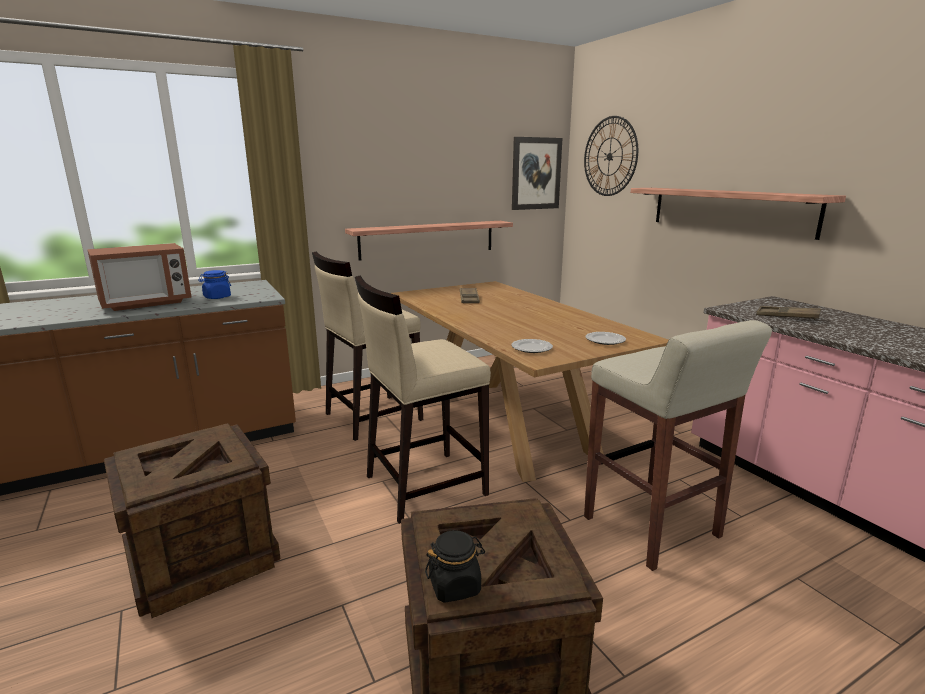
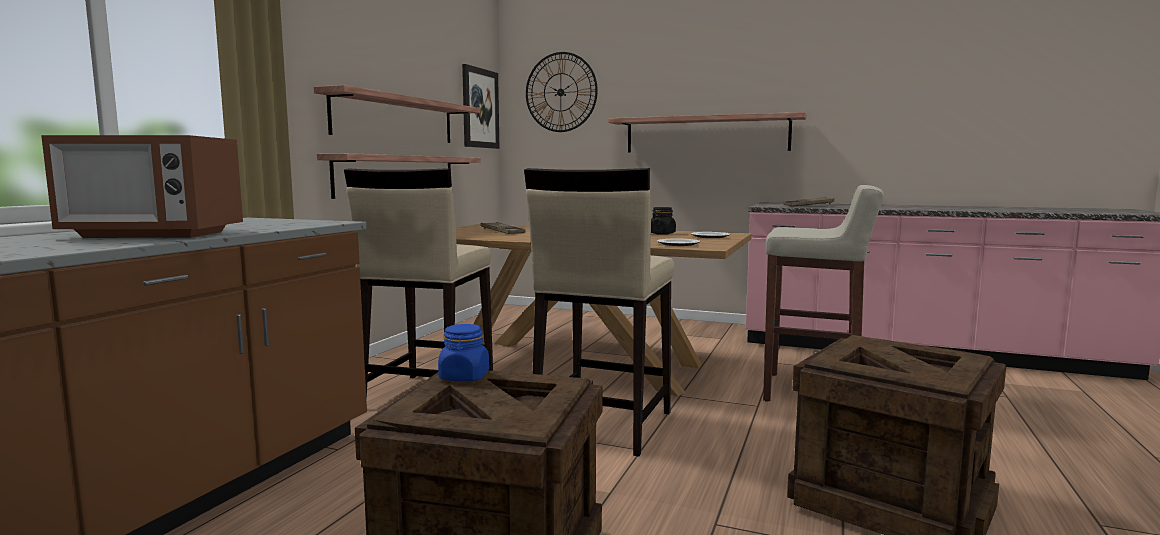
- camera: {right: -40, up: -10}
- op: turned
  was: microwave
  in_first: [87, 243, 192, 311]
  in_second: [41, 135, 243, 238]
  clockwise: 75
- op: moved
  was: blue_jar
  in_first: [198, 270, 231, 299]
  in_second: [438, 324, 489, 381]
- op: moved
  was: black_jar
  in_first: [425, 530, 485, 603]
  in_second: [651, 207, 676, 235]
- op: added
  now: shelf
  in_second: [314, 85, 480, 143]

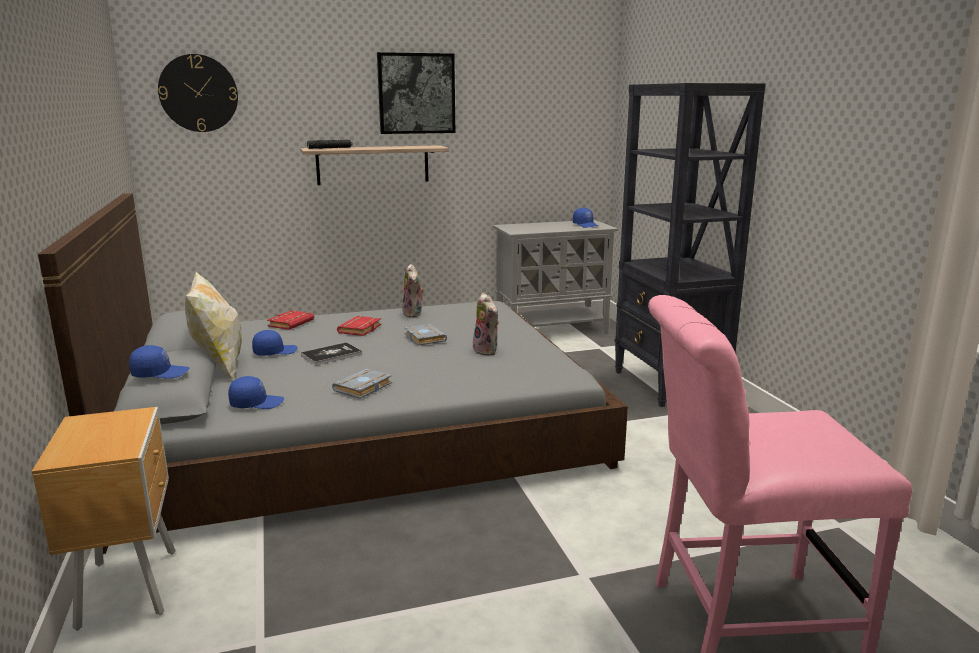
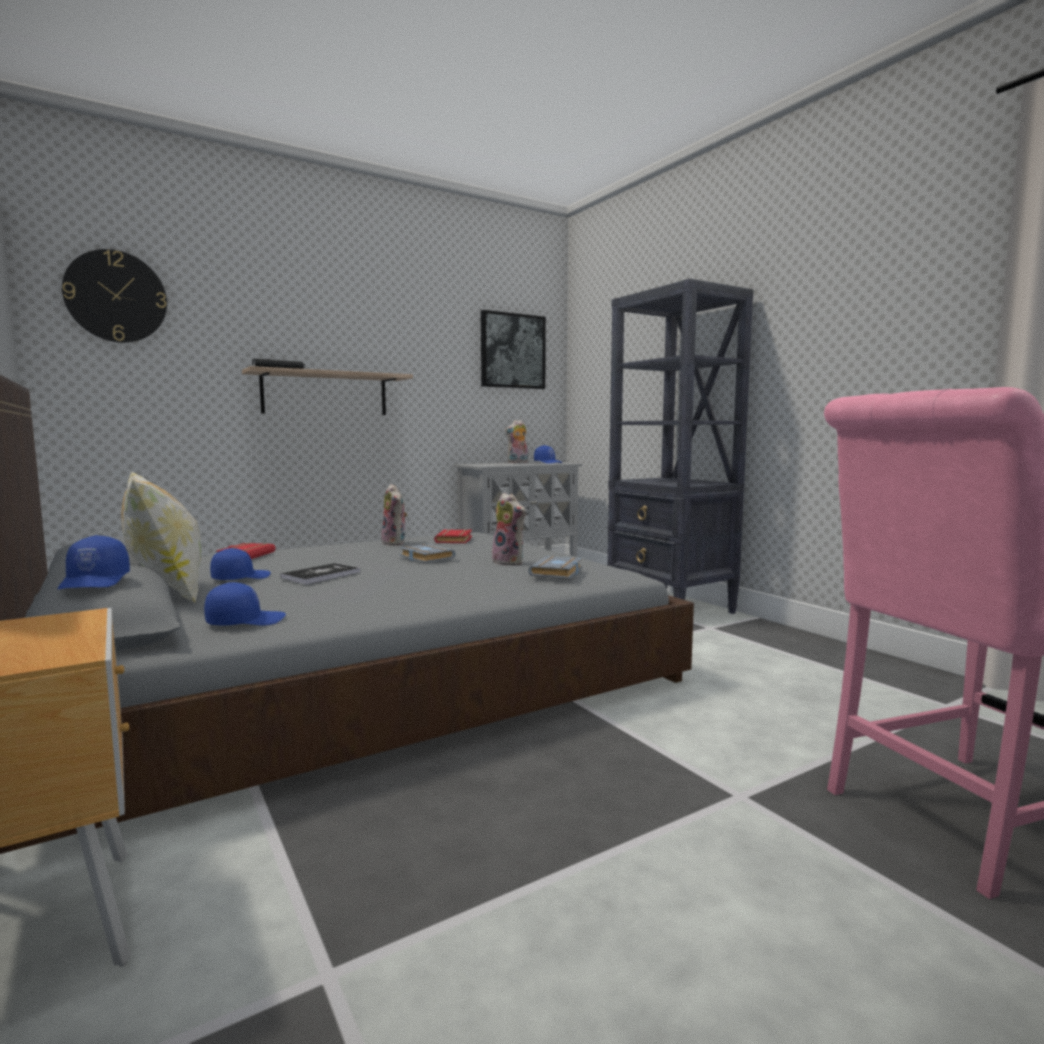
- camera: {right: -15, up: -10}
- op: moved
  was: picture
  in_first: [377, 52, 455, 134]
  in_second: [481, 310, 546, 389]
- op: moved
  was: red_book
  in_first: [337, 316, 382, 336]
  in_second: [434, 529, 472, 543]
- op: turned
  was: blue_cap
  in_first: [129, 345, 189, 379]
  in_second: [57, 535, 130, 589]
  clockwise: 105
- op: moved
  was: grey_book
  in_first: [332, 369, 392, 399]
  in_second: [528, 556, 583, 579]
- op: added
  now: plush_toy
  in_second: [505, 420, 528, 463]

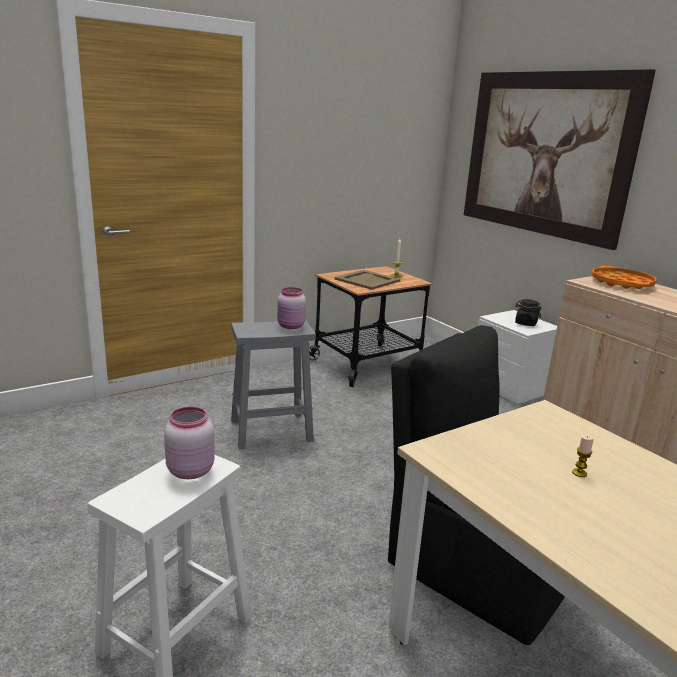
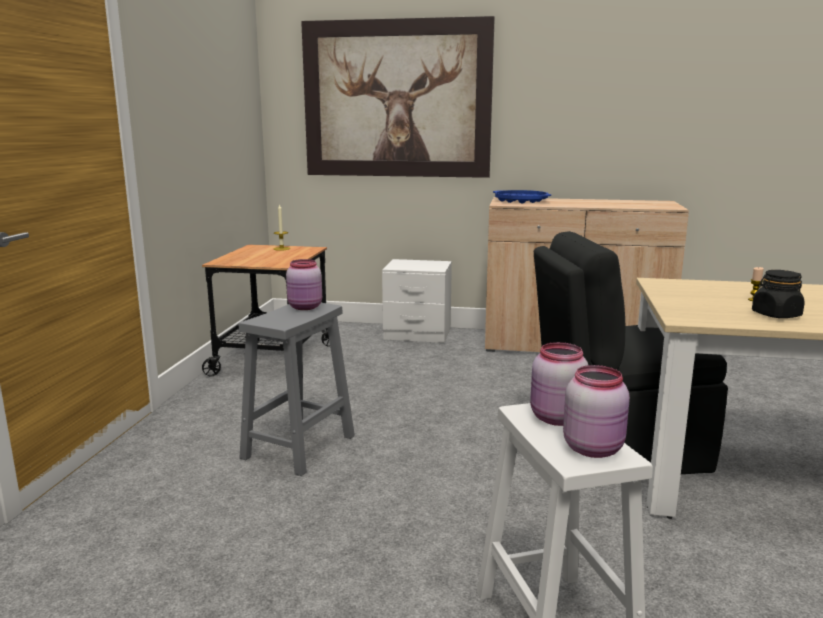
- camera: {right: -45, up: -5}
- op: recoloured
  was: orange_tray
  now: blue_tray
  in_first: [591, 266, 657, 289]
  in_second: [493, 190, 551, 203]
- op: removed
  was: beige_tray
  in_first: [334, 270, 400, 290]
- op: moved
  was: black_jar
  in_first: [515, 299, 542, 326]
  in_second: [752, 270, 805, 318]
- op: added
  now: pink_jar
  in_second: [563, 365, 630, 458]

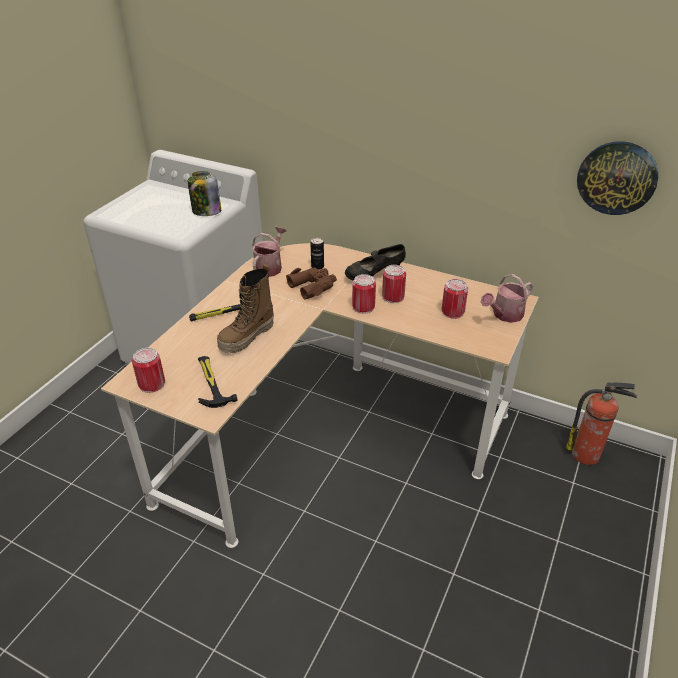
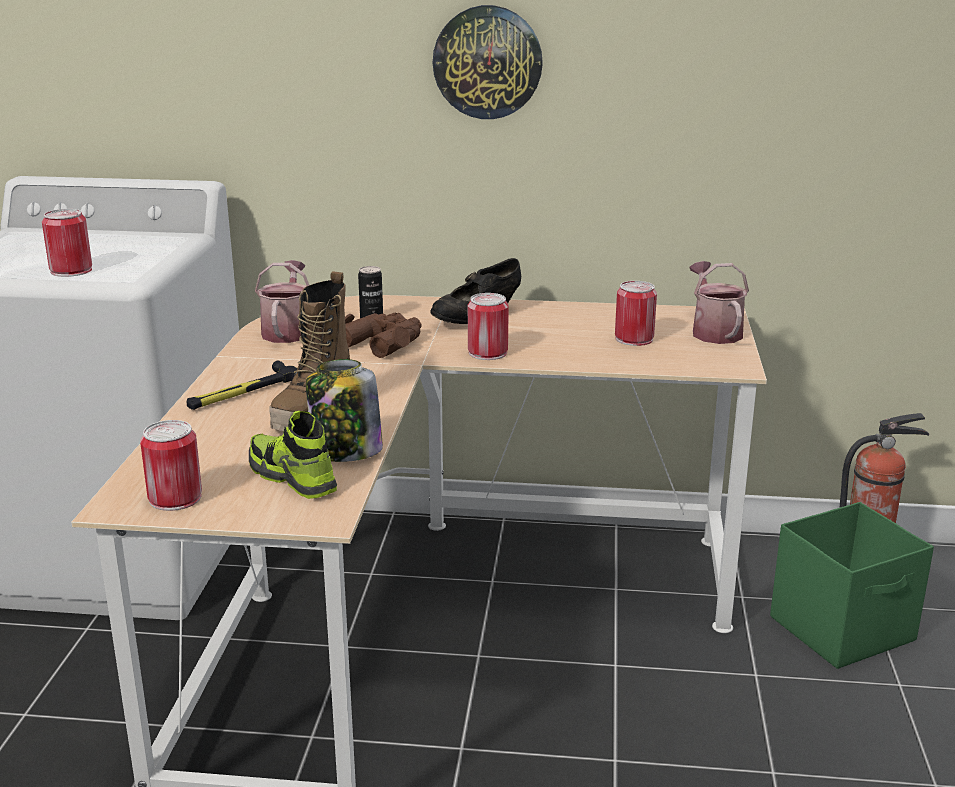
- camera: {right: -20, up: -15}
- op: moved
  was: wall_clock
  in_first: [577, 141, 658, 215]
  in_second: [433, 5, 543, 119]
- op: moved
  was: jar
  in_first: [188, 171, 221, 216]
  in_second: [306, 359, 383, 462]
- op: moved
  was: can
  in_first: [382, 265, 406, 303]
  in_second: [42, 209, 92, 277]
- op: turned
  was: watering_can
  in_first: [481, 274, 533, 323]
  in_second: [689, 261, 749, 344]
  clockwise: 135
- op: replaced
  was: hammer
  now: shoe
  in_first: [198, 356, 238, 408]
  in_second: [249, 411, 337, 499]
- op: added
  now: green_storage_box
  in_second: [770, 502, 934, 669]

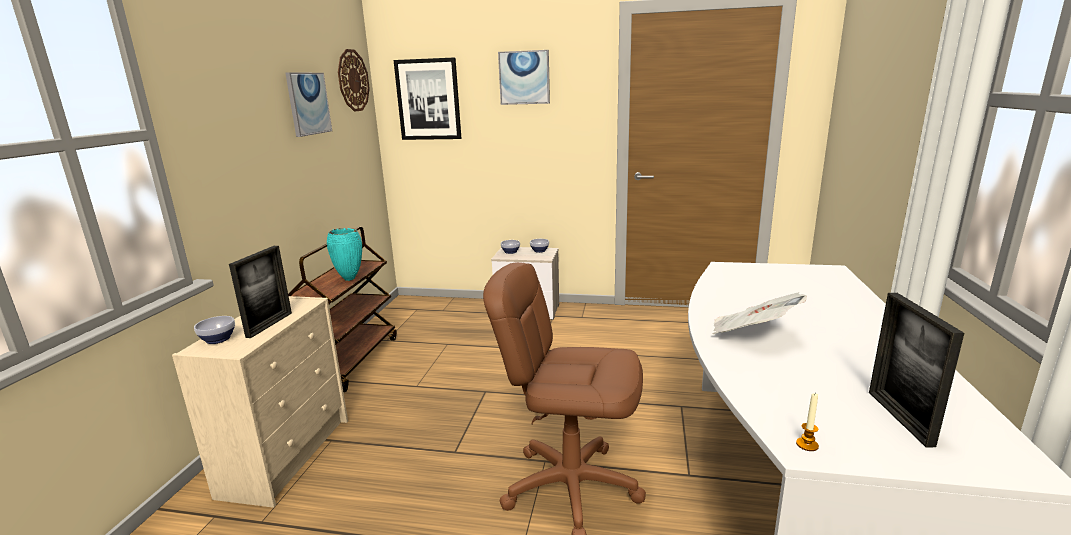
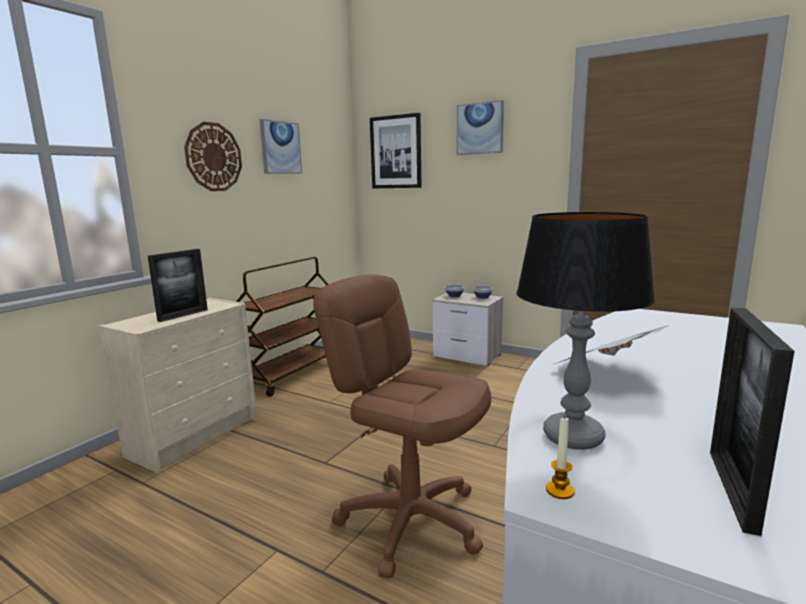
- camera: {right: 20, up: -5}
- op: moved
  was: wall_clock
  in_first: [338, 49, 370, 112]
  in_second: [184, 122, 242, 191]
- op: removed
  was: turquoise_vase
  in_first: [327, 228, 362, 281]
- op: removed
  was: bowl
  in_first: [194, 316, 235, 344]
- op: added
  now: table_lamp
  in_second: [516, 212, 655, 450]

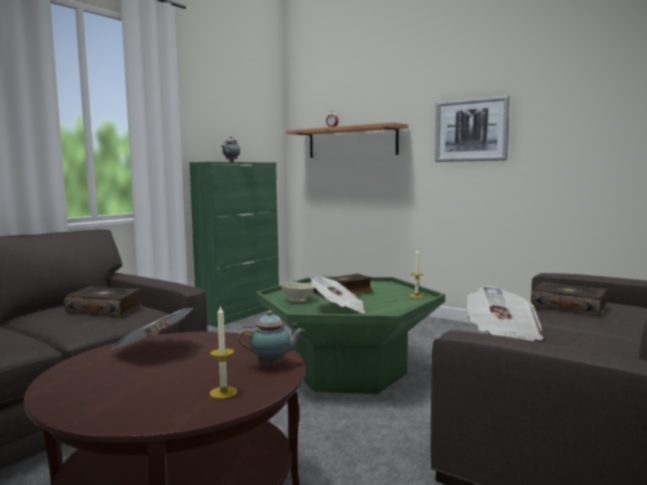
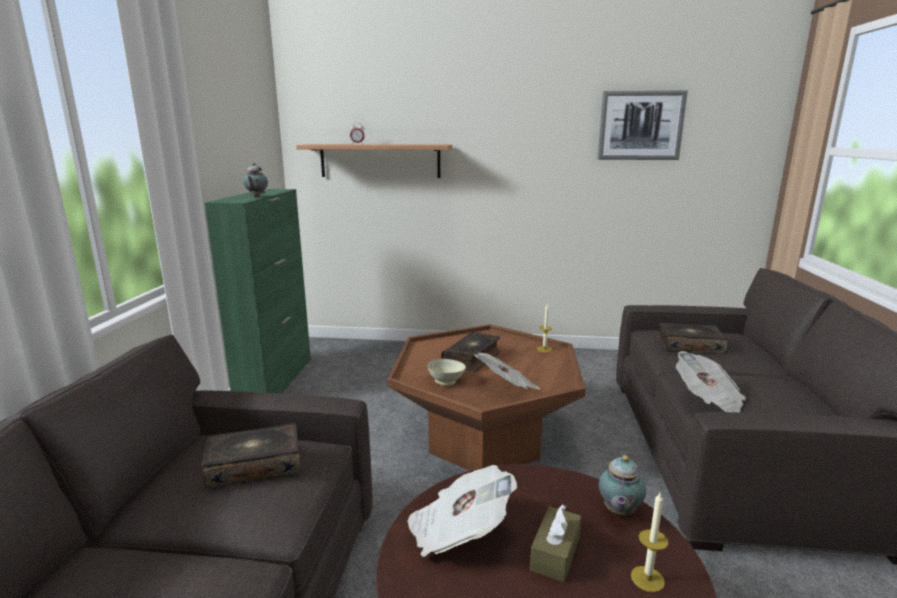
- camera: {right: -30, up: 10}
- op: moved
  was: picture
  in_first: [435, 95, 510, 162]
  in_second: [598, 90, 688, 160]
- op: recoloured
  was: green_coffee_table
  now: brown_coffee_table
  in_first: [256, 276, 445, 394]
  in_second: [388, 324, 586, 471]
- op: turned
  was: teapot
  in_first: [238, 311, 305, 366]
  in_second: [599, 454, 646, 515]
  clockwise: 150
- op: added
  now: brown_tissue_box
  in_second: [530, 505, 581, 582]

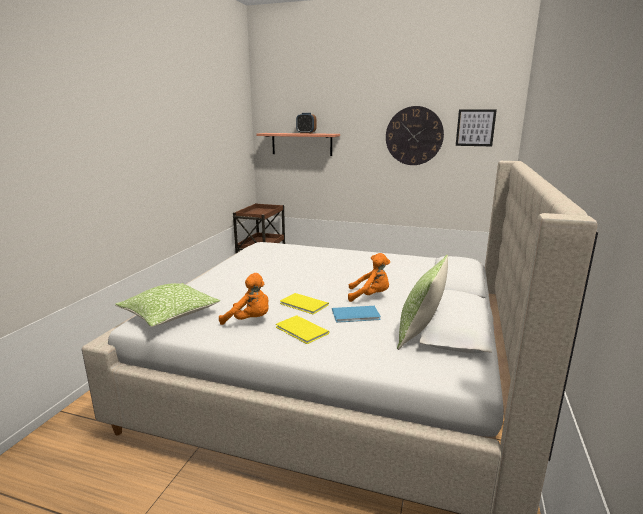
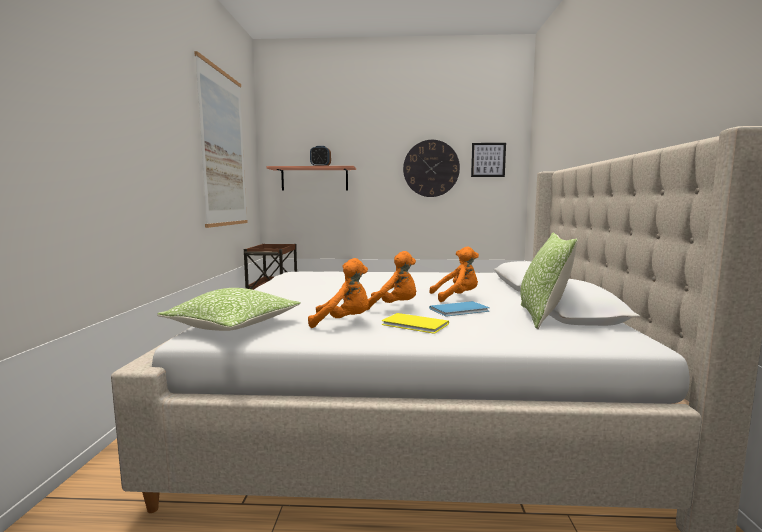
- camera: {right: -15, up: -10}
- op: replaced
  was: yellow_book
  now: orange_plush_toy
  in_first: [280, 293, 329, 314]
  in_second: [367, 251, 416, 310]
- op: added
  now: picture
  in_second: [194, 51, 247, 228]

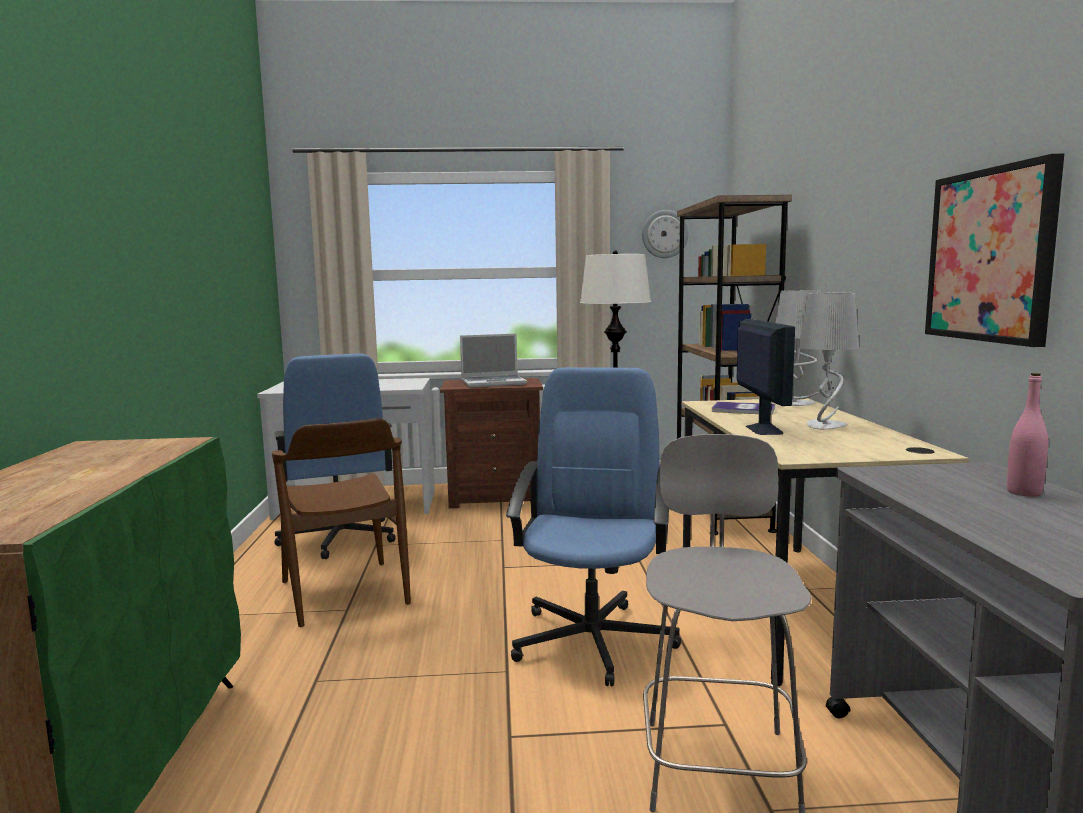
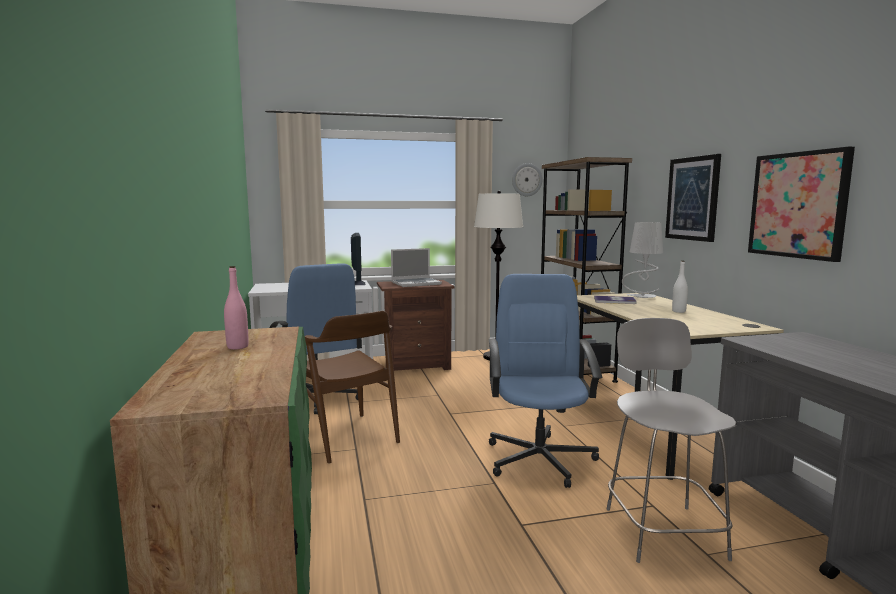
- camera: {right: -10, up: 0}
- op: replaced
  was: grey_table_lamp
  now: white_bottle
  in_first: [798, 293, 859, 429]
  in_second: [672, 260, 688, 313]
- op: moved
  was: monitor
  in_first: [737, 319, 795, 435]
  in_second: [351, 233, 366, 285]
- op: moved
  was: pink_bottle
  in_first: [1007, 373, 1048, 497]
  in_second: [224, 266, 248, 349]
- op: added
  now: picture
  in_second: [665, 154, 721, 242]

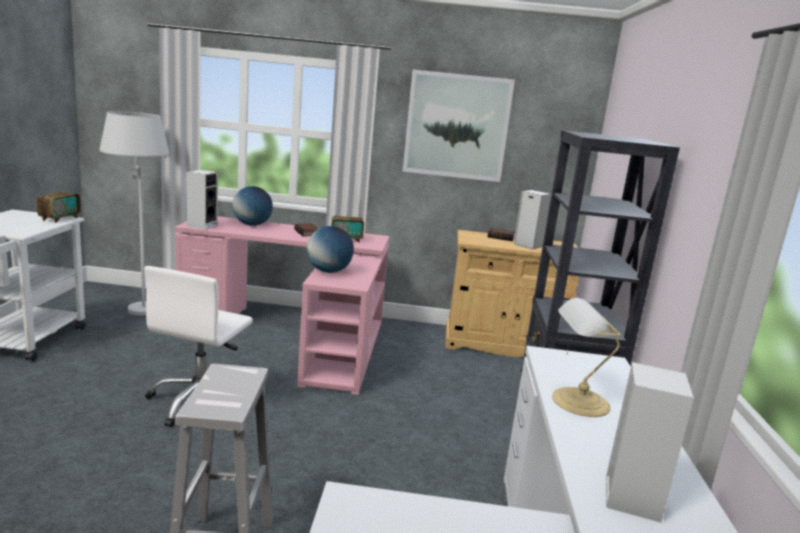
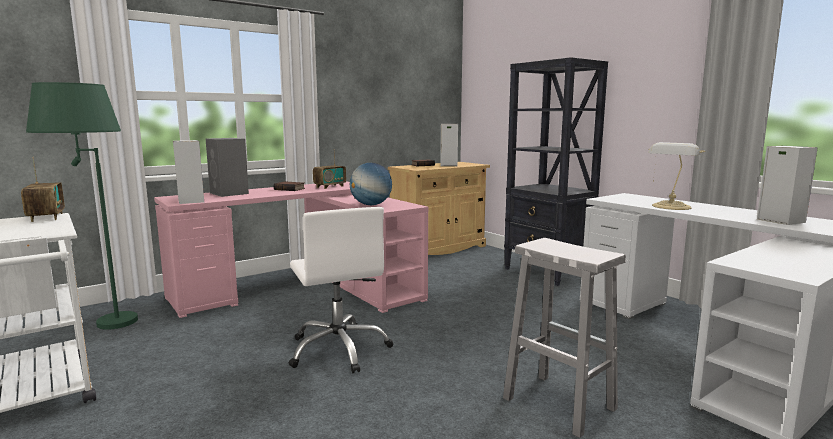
- camera: {right: -40, up: -5}
- op: removed
  was: picture
  in_first: [403, 69, 515, 182]
- op: recoloured
  was: white_floor_lamp
  now: green_floor_lamp
  in_first: [99, 111, 169, 316]
  in_second: [26, 82, 138, 330]
- op: replaced
  was: globe
  now: grey_speaker
  in_first: [232, 186, 273, 226]
  in_second: [206, 138, 249, 197]

